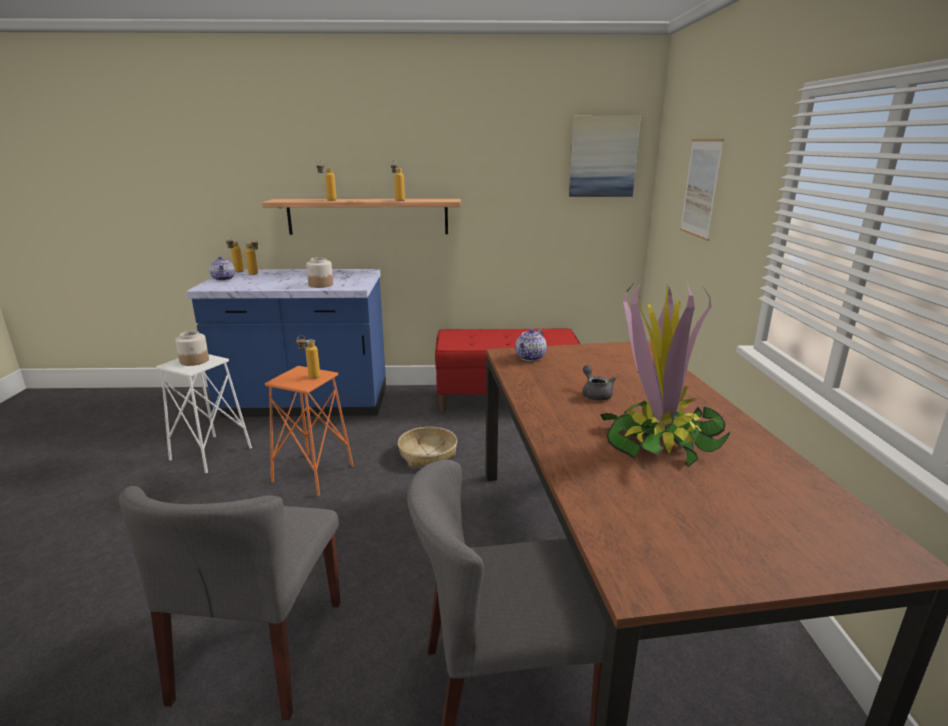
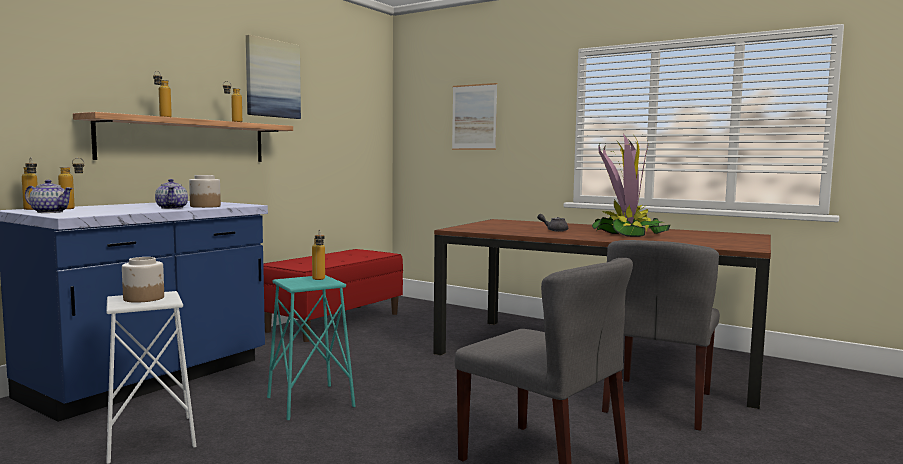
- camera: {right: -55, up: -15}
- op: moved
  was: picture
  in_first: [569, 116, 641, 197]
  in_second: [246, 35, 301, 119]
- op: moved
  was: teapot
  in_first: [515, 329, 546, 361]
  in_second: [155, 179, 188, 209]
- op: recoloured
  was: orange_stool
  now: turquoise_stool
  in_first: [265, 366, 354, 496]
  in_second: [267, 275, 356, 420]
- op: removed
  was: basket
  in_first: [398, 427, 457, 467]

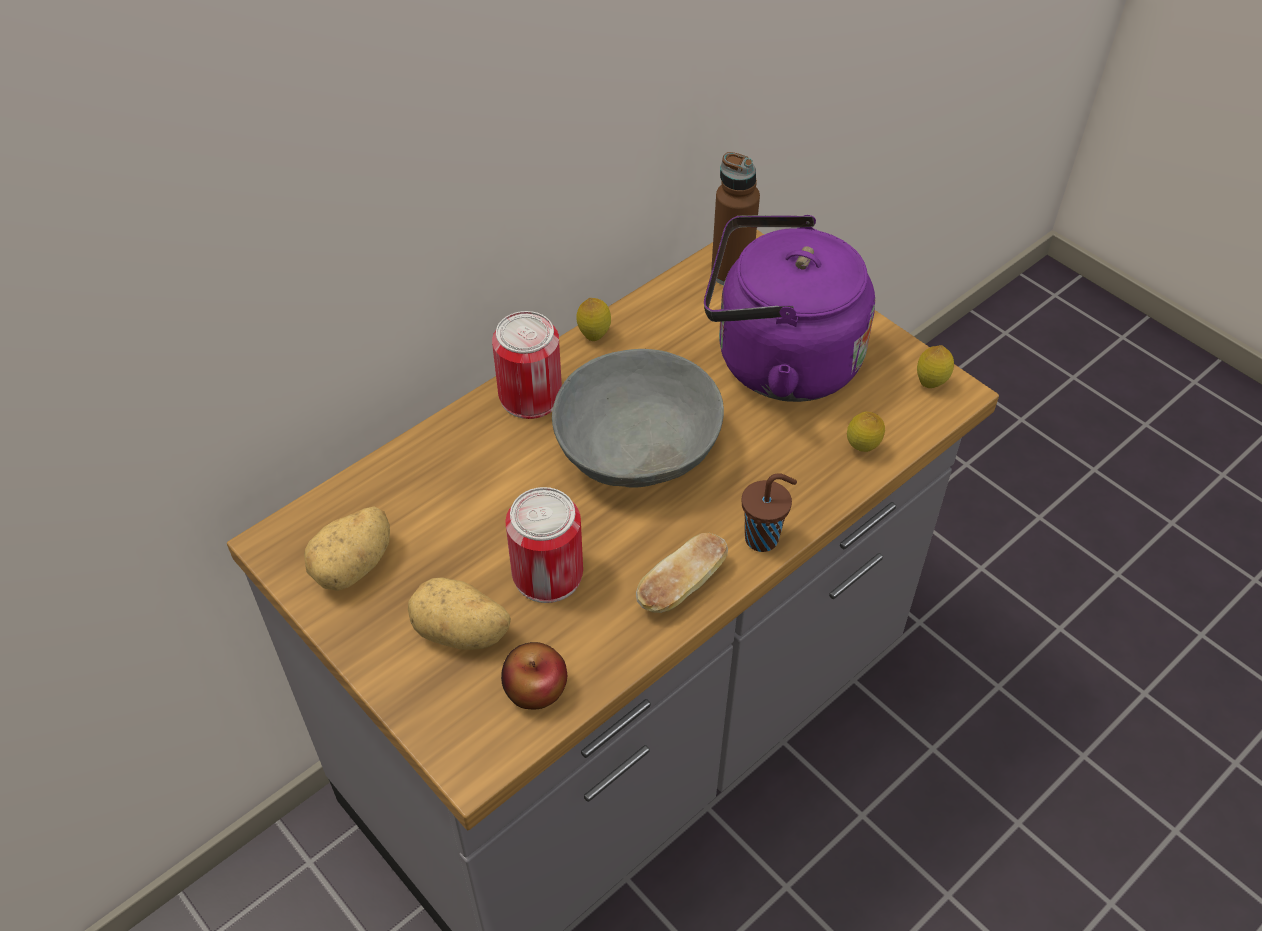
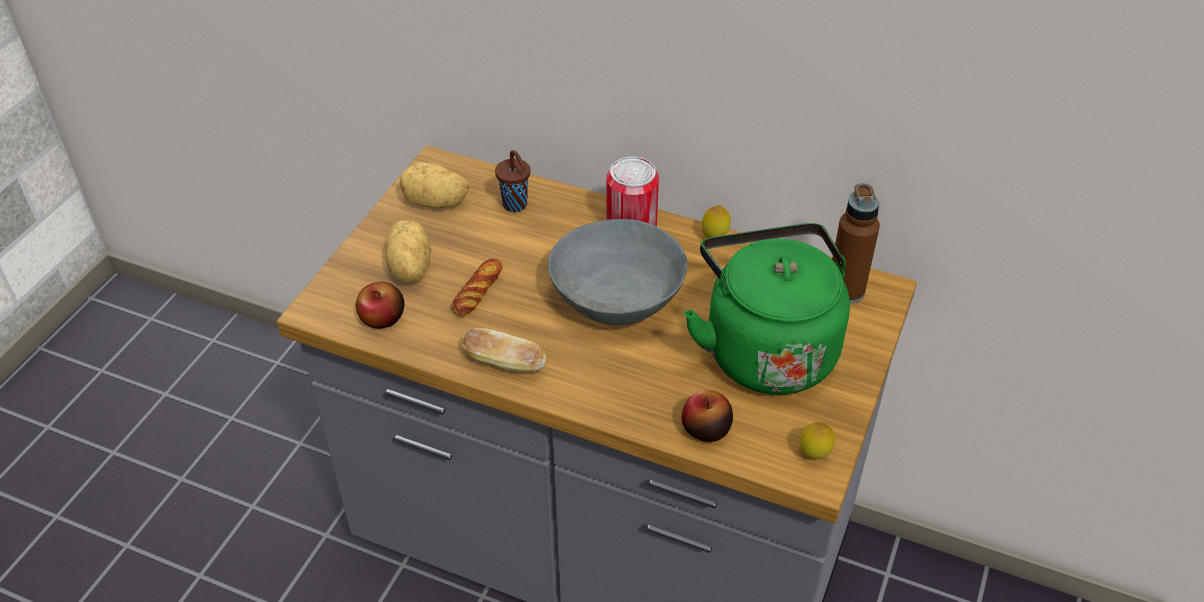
- camera: {right: 65, up: -5}
- op: recoloured
  was: purple_kettle
  now: green_kettle
  in_first: [704, 215, 875, 402]
  in_second: [684, 223, 850, 395]
- op: replaced
  was: lemon
  now: apple
  in_first: [847, 412, 885, 452]
  in_second: [682, 390, 733, 442]
- op: moved
  was: brown_cup
  in_first: [742, 473, 797, 552]
  in_second: [495, 150, 530, 212]
- op: replaced
  was: can
  now: bread
  in_first: [505, 487, 583, 603]
  in_second: [451, 259, 503, 317]

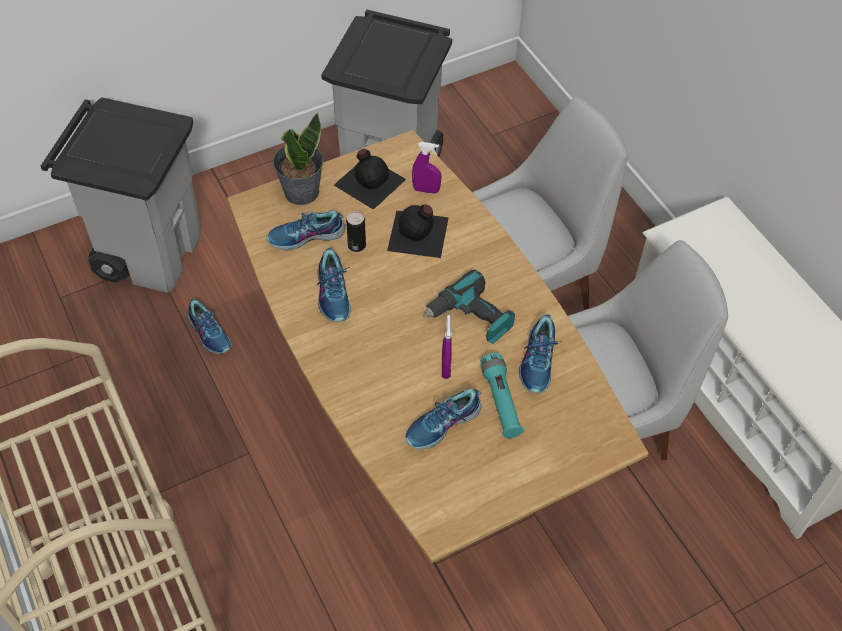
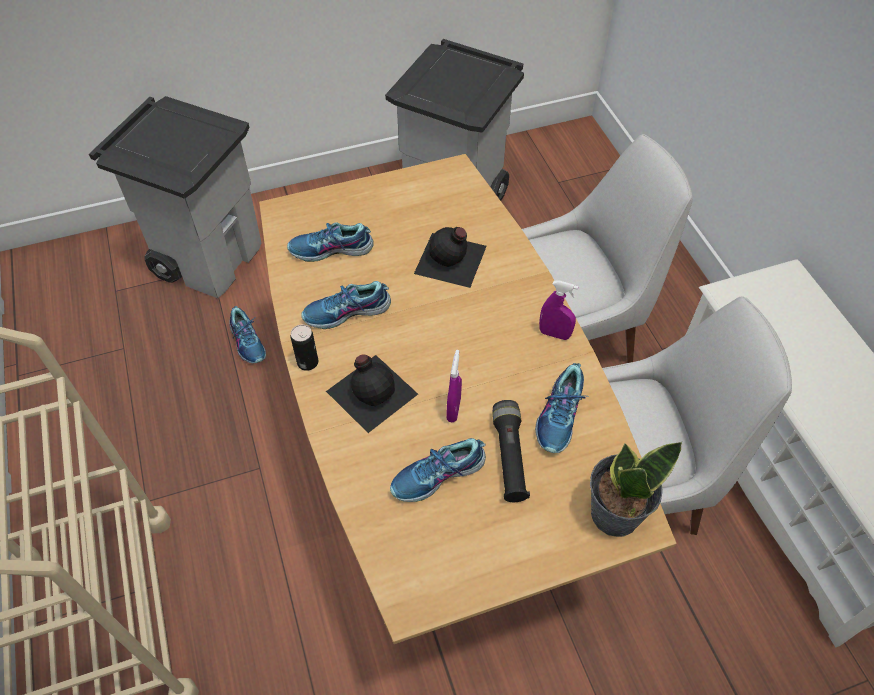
- camera: {right: 10, up: 0}
- op: moved
  was: potted_plant
  in_first: [273, 113, 323, 205]
  in_second: [590, 442, 682, 537]
- op: moved
  was: purple_spray_bottle
  in_first: [412, 142, 441, 194]
  in_second: [539, 280, 579, 340]
- op: moved
  was: black_bottle
  in_first: [334, 149, 406, 210]
  in_second: [326, 354, 418, 433]
- op: moved
  was: can
  in_first: [346, 212, 366, 252]
  in_second: [290, 324, 318, 371]
- op: turned
  was: shoe
  in_first: [317, 247, 351, 322]
  in_second: [301, 281, 391, 329]
  clockwise: 75
- op: removed
  was: power_drill
  in_first: [423, 270, 515, 344]
- op: recoloured
  was: turquoise_flashlight
  now: black_flashlight
  in_first: [481, 353, 524, 438]
  in_second: [492, 400, 530, 502]

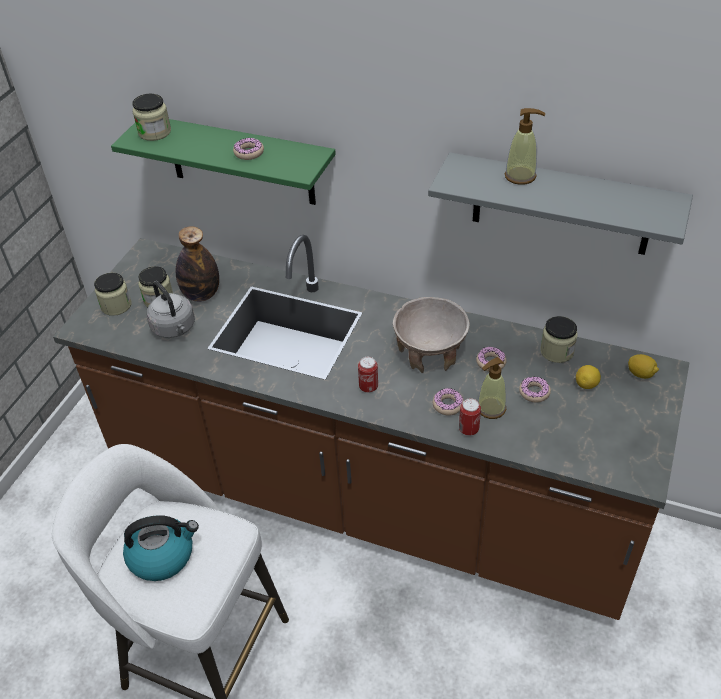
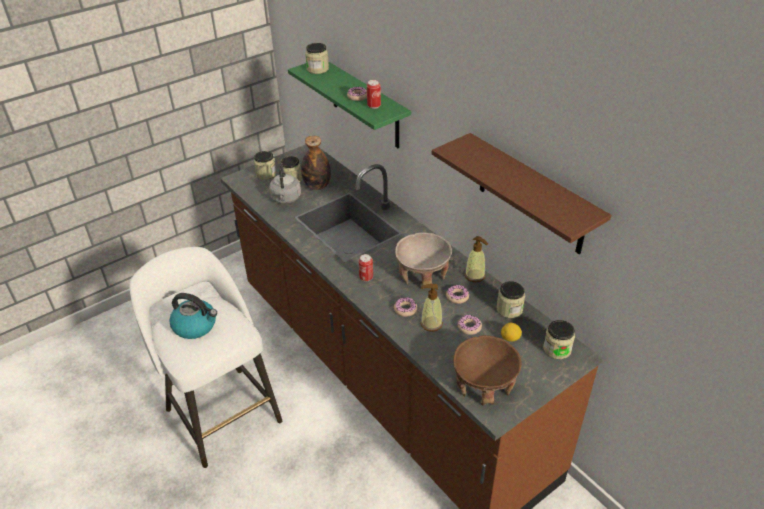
- camera: {right: 30, up: -5}
- op: moved
  was: soap_dispenser
  in_first: [505, 108, 545, 185]
  in_second: [465, 236, 488, 282]
- op: recoloured
  was: grey_shelf
  now: brown_shelf
  in_first: [428, 152, 693, 255]
  in_second: [432, 133, 611, 254]
- op: replaced
  was: lemon
  now: jar
  in_first: [628, 354, 659, 379]
  in_second: [543, 320, 575, 359]
- op: moved
  was: can
  in_first: [459, 398, 481, 436]
  in_second: [367, 80, 381, 109]
- op: added
  now: brown_bowl
  in_second: [453, 335, 522, 406]

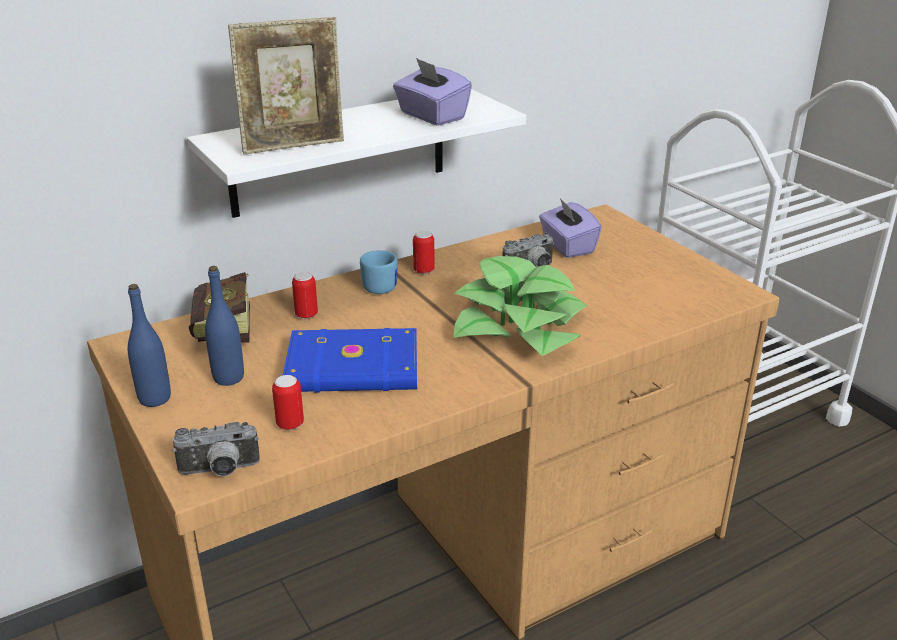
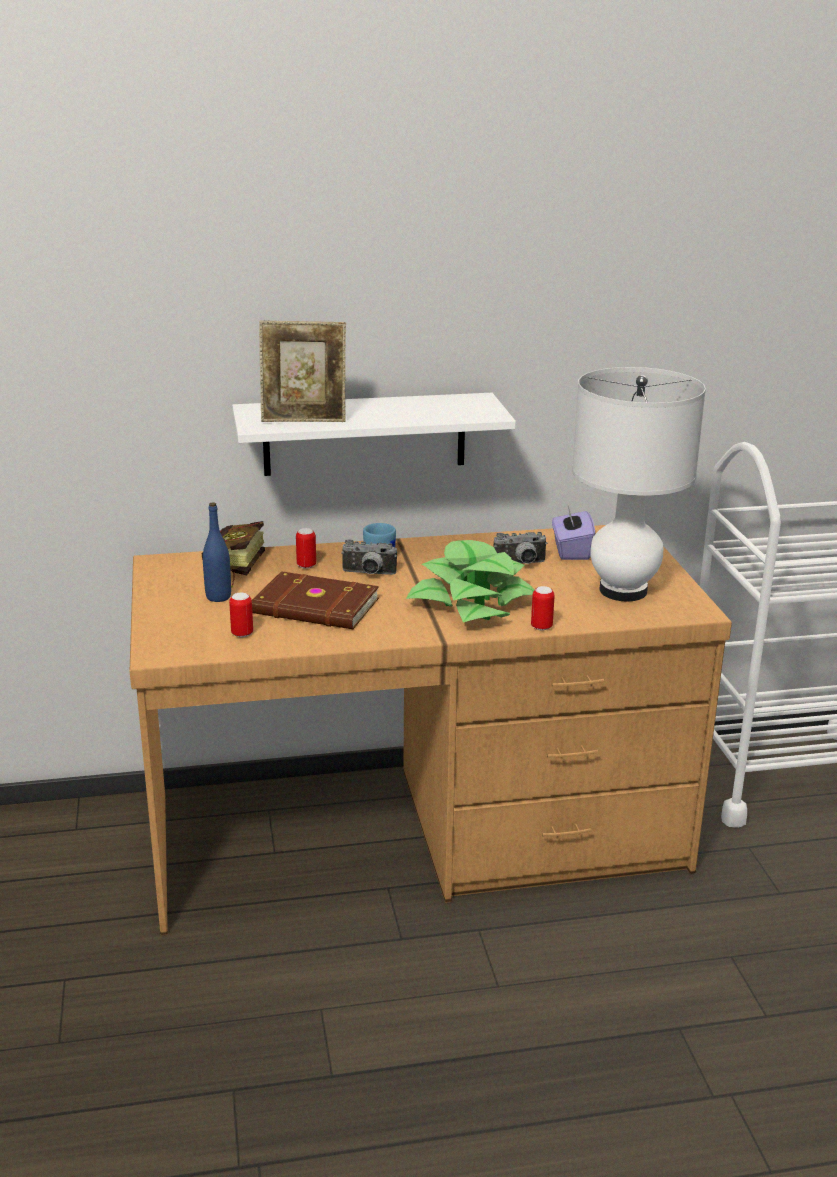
- camera: {right: 20, up: -5}
- op: removed
  was: purple_tissue_box
  in_first: [393, 58, 472, 126]
- op: moved
  was: can
  in_first: [413, 231, 435, 274]
  in_second: [531, 586, 555, 631]
- op: removed
  was: blue_bottle
  in_first: [128, 284, 171, 407]
- op: recoloured
  was: blue_book
  now: brown_book
  in_first: [282, 328, 417, 393]
  in_second: [252, 571, 379, 629]
- op: moved
  was: photo_camera
  in_first: [172, 422, 260, 476]
  in_second: [341, 539, 397, 575]
- op: added
  now: white_table_lamp
  in_second: [572, 367, 706, 602]

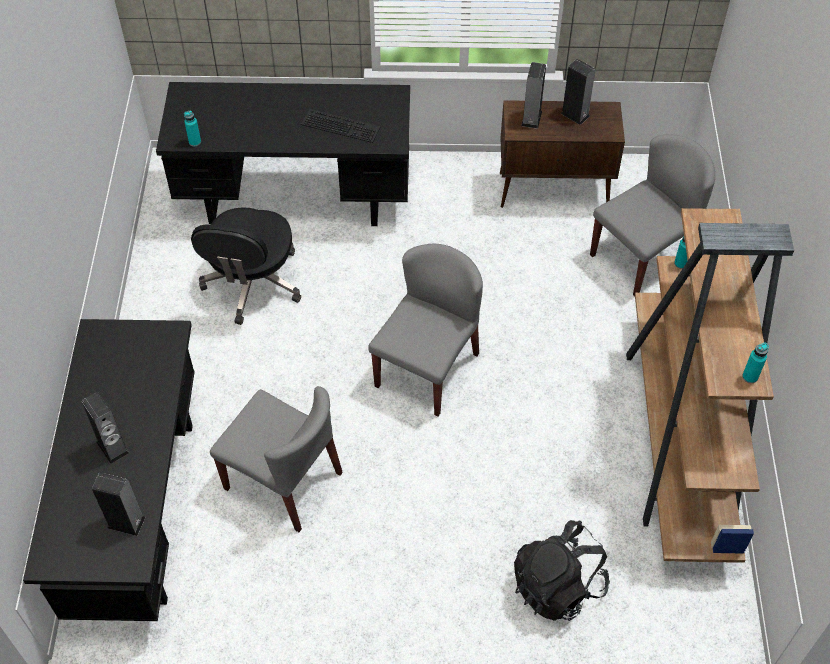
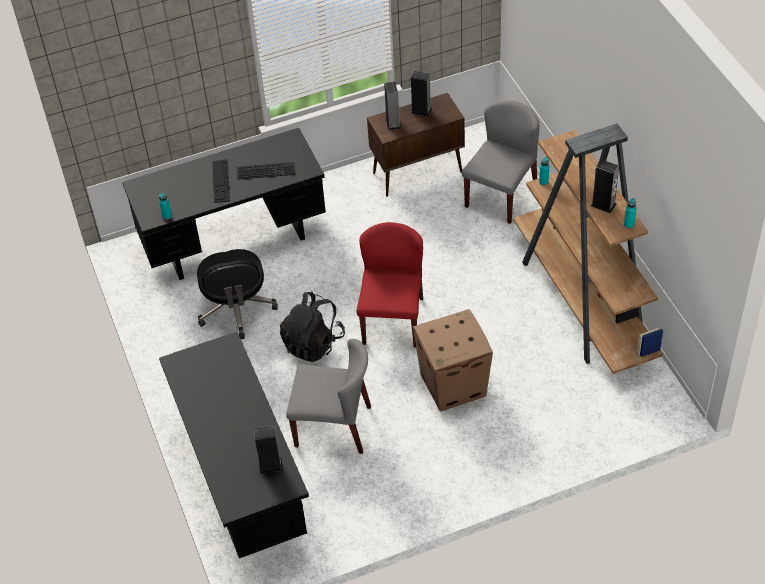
- camera: {right: -20, up: -5}
- op: recoloured
  was: grey_chair
  now: red_chair
  in_first: [368, 244, 483, 417]
  in_second: [357, 222, 423, 348]
- op: moved
  was: speaker
  in_first: [81, 392, 129, 464]
  in_second: [591, 159, 619, 213]
- op: moved
  was: black_backpack
  in_first: [514, 520, 610, 621]
  in_second: [280, 292, 345, 362]
- op: added
  now: keyboard
  in_second: [212, 159, 230, 203]
- op: added
  now: cardboard_box
  in_second: [413, 309, 493, 411]

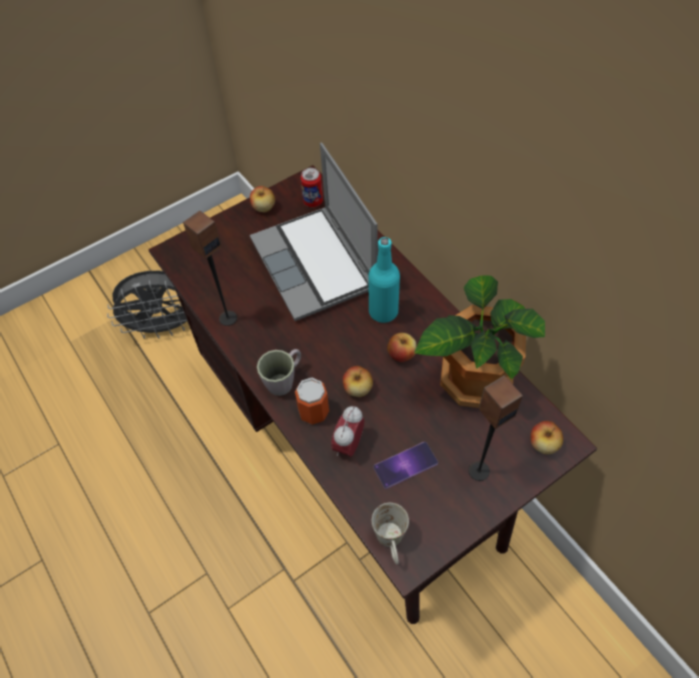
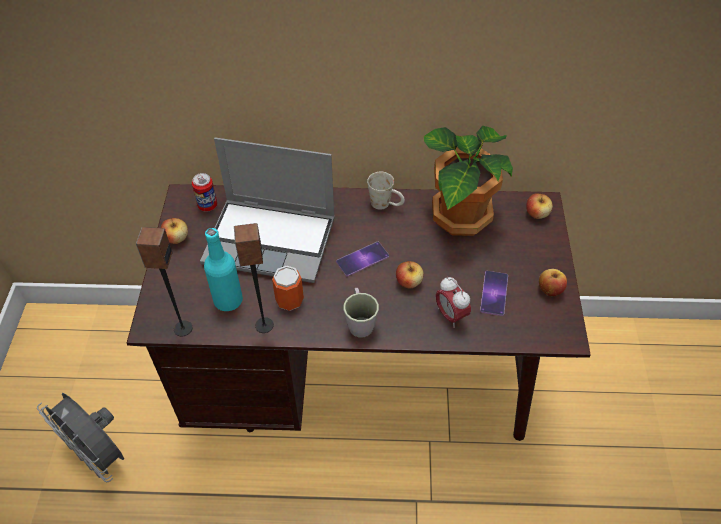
- camera: {right: -55, up: -5}
- op: moved
  was: turquoise_bottle
  in_first: [368, 237, 400, 323]
  in_second: [204, 228, 243, 311]
- op: turned
  was: grey_fan
  in_first: [107, 271, 187, 339]
  in_second: [37, 393, 124, 482]
  clockwise: 105
- op: moved
  was: apple
  in_first: [387, 333, 416, 362]
  in_second: [539, 269, 567, 296]
- op: moved
  was: speaker
  in_first: [468, 375, 523, 481]
  in_second: [136, 227, 193, 336]
- op: moved
  was: can
  in_first: [295, 378, 329, 425]
  in_second: [272, 265, 304, 311]
- op: moved
  was: white_mug
  in_first: [372, 503, 409, 565]
  in_second: [367, 171, 405, 210]
- op: added
  now: phone
  in_second: [336, 242, 389, 277]

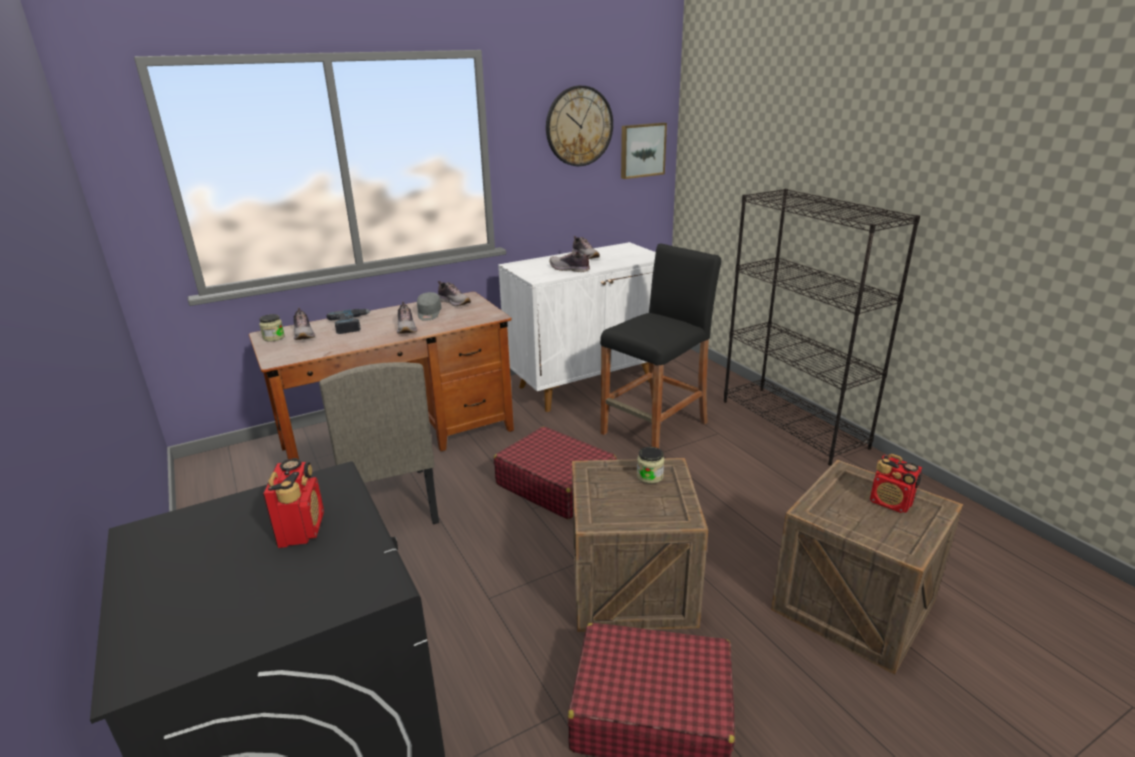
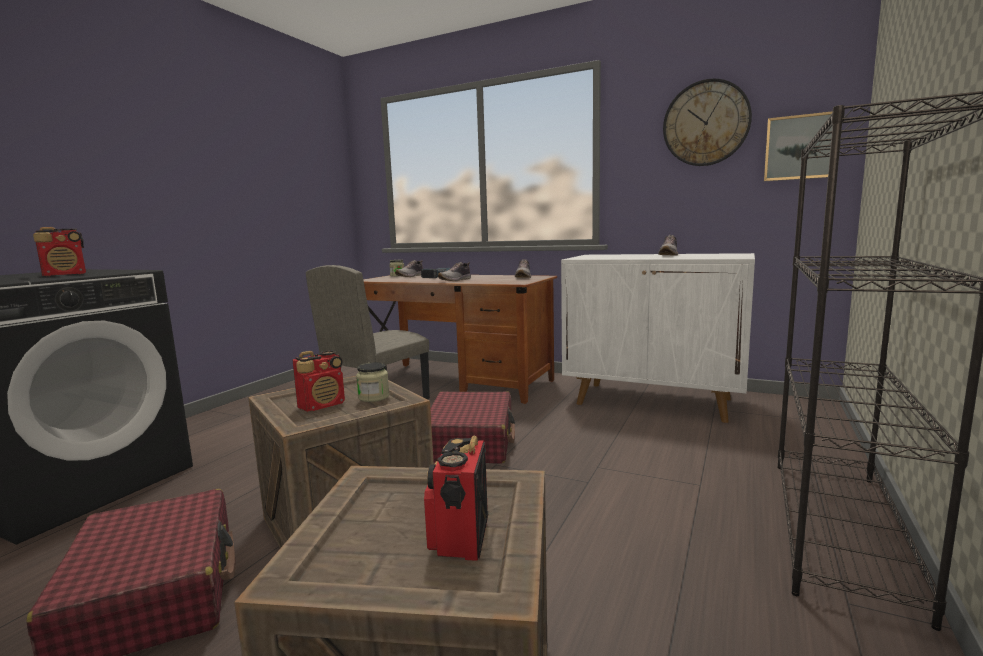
- camera: {right: 55, up: -15}
- op: removed
  was: black_stool
  in_first: [600, 243, 721, 448]
- op: removed
  was: shoe
  in_first: [549, 251, 590, 272]
- op: removed
  was: grey_cap
  in_first: [417, 292, 441, 321]
- op: added
  now: radio
  in_second: [293, 350, 345, 412]

